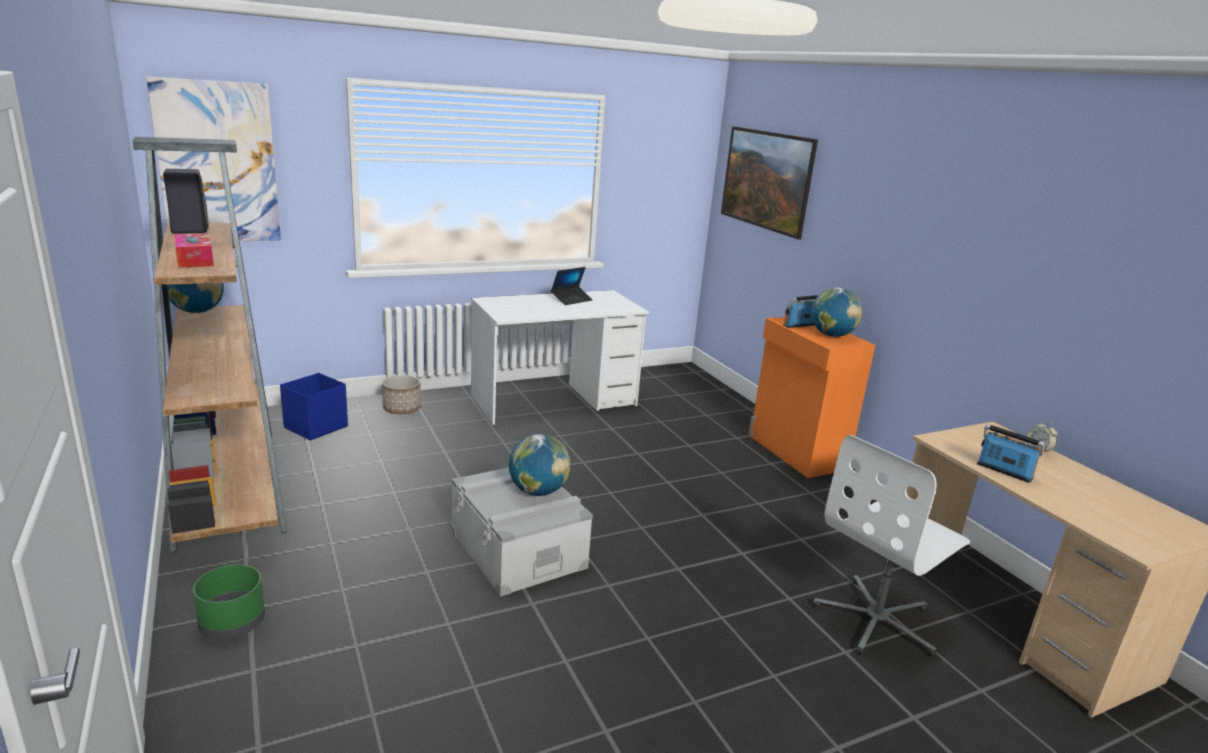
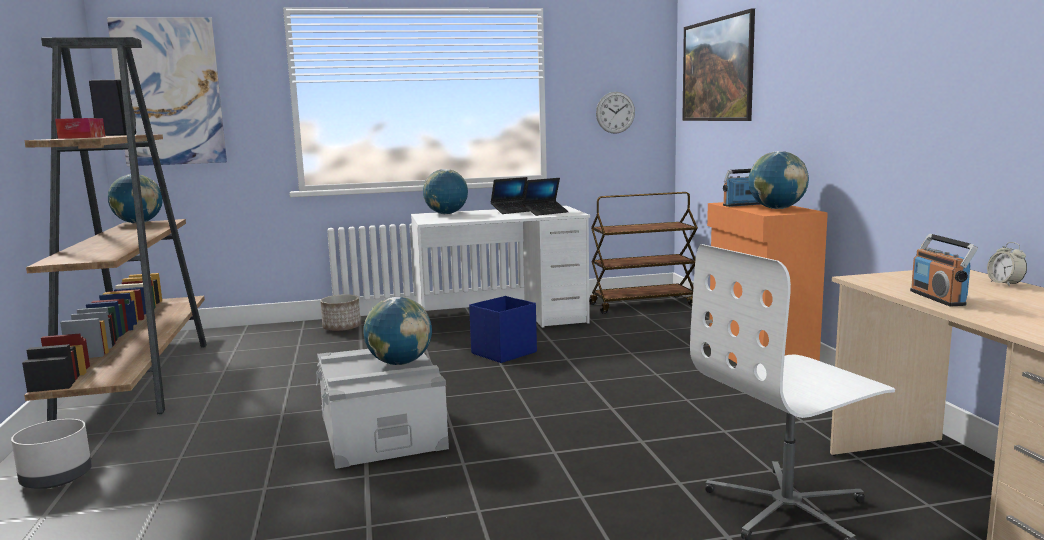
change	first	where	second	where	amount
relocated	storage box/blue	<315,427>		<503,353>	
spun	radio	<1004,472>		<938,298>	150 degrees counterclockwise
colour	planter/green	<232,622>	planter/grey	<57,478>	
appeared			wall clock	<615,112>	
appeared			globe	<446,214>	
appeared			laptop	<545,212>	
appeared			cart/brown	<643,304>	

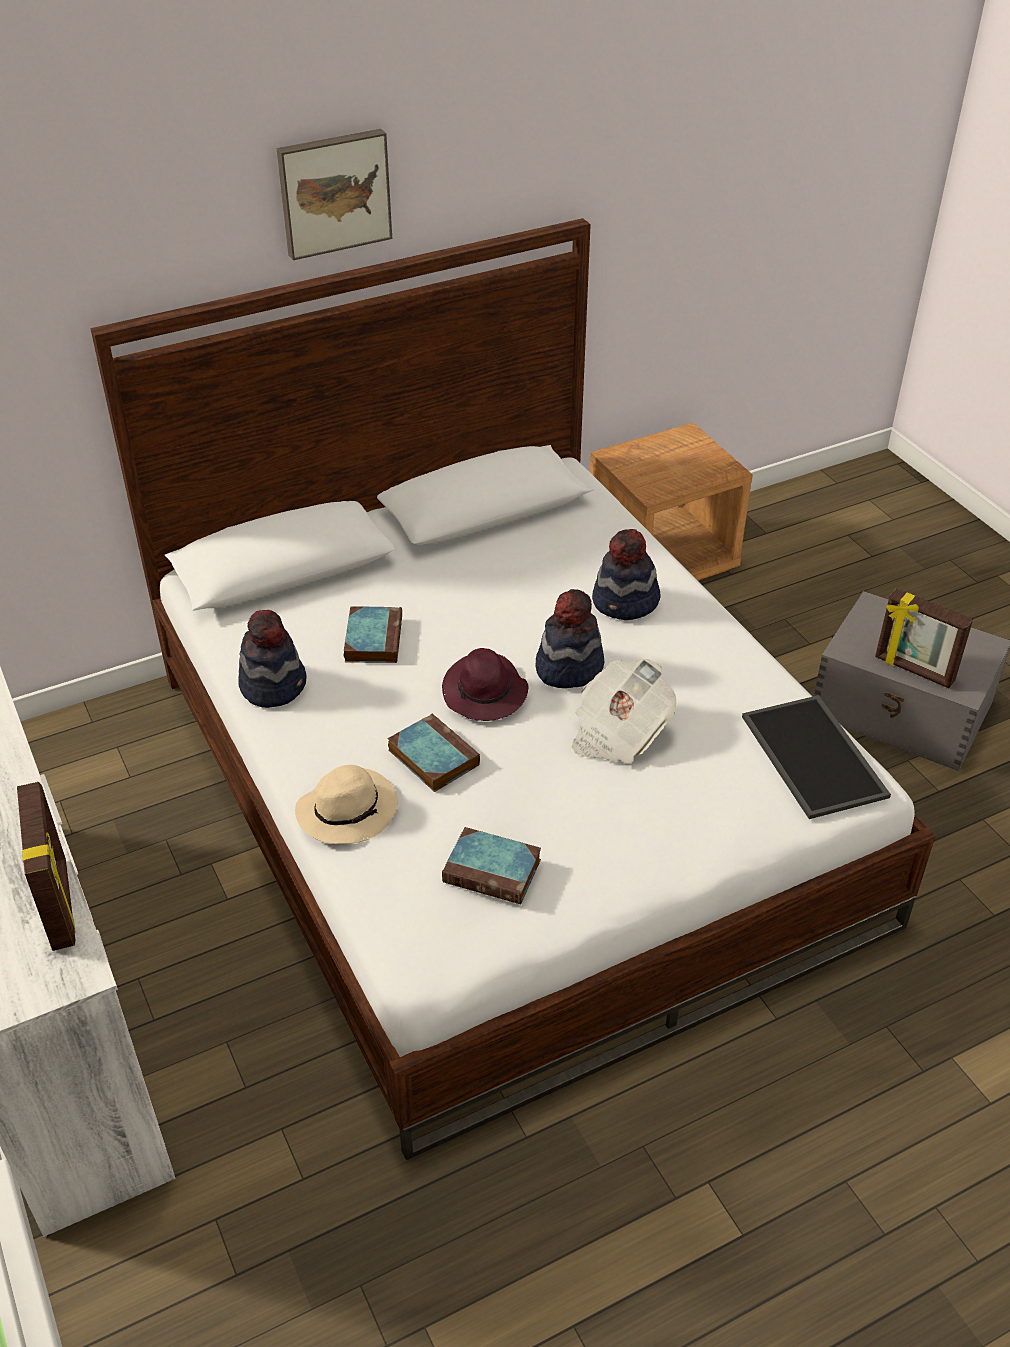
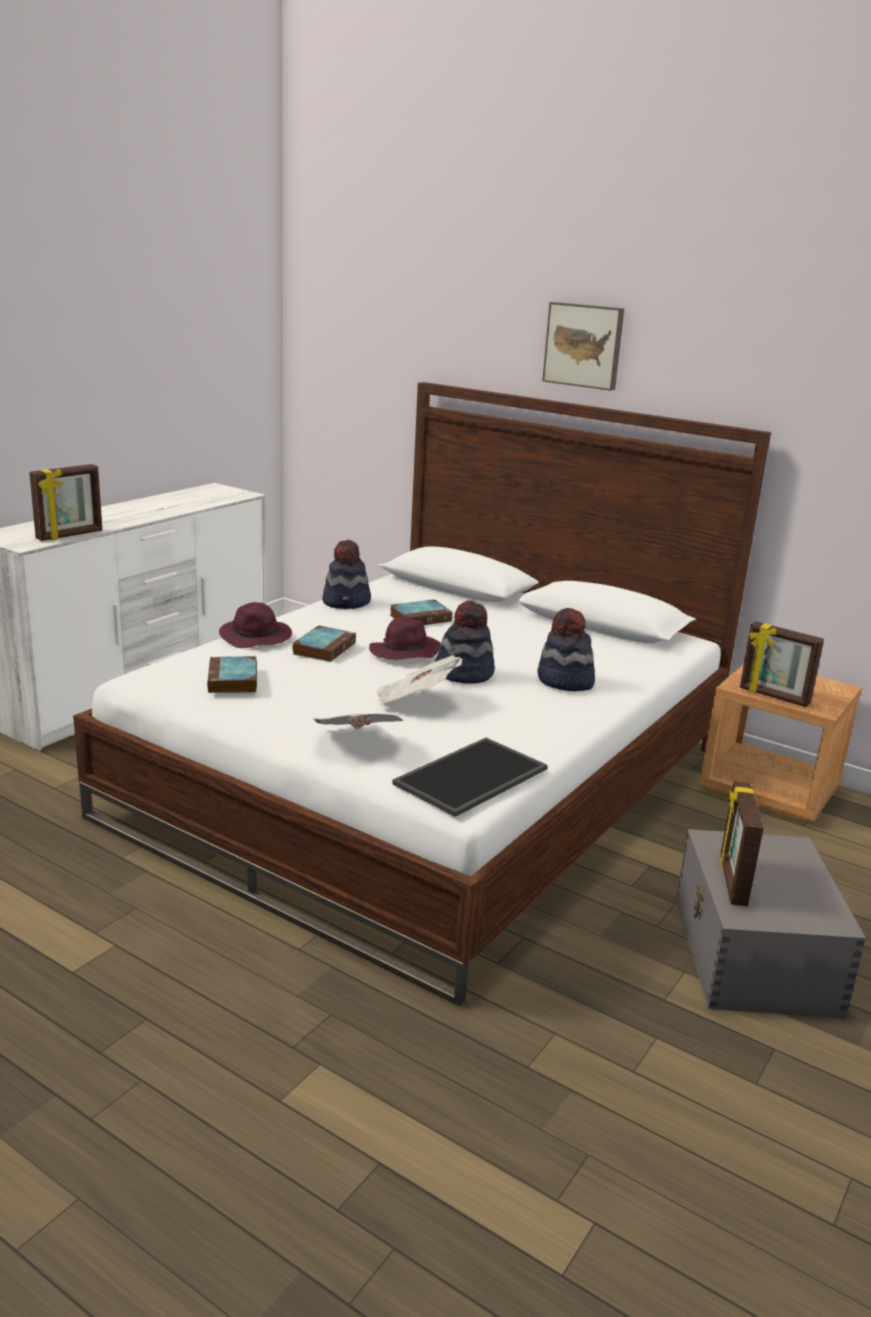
change	first	where	second	where	amount
colour	hat/beige	<348,809>	hat/purple	<256,637>	
appeared			picture frame	<773,696>	
appeared			newspaper	<357,742>	

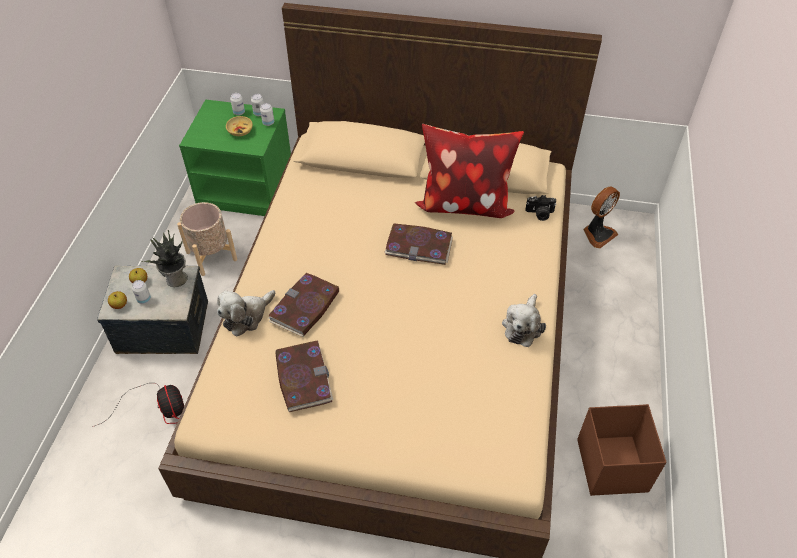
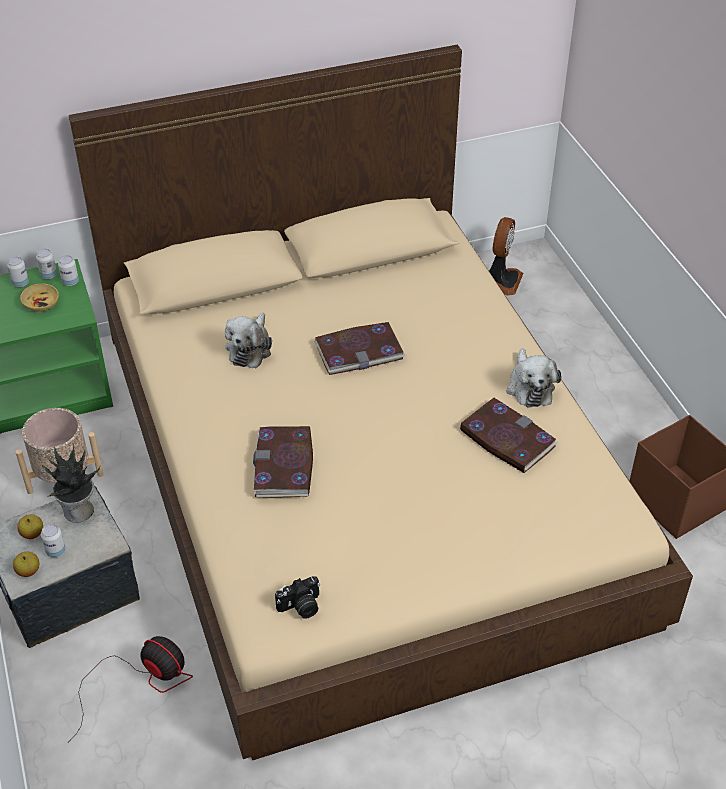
change	first	where	second	where	amount
missing	pillow	<464,203>			
relocated	photo camera	<539,214>		<301,607>	
relocated	plush toy	<246,316>		<250,348>	
relocated	book	<303,377>		<506,438>	

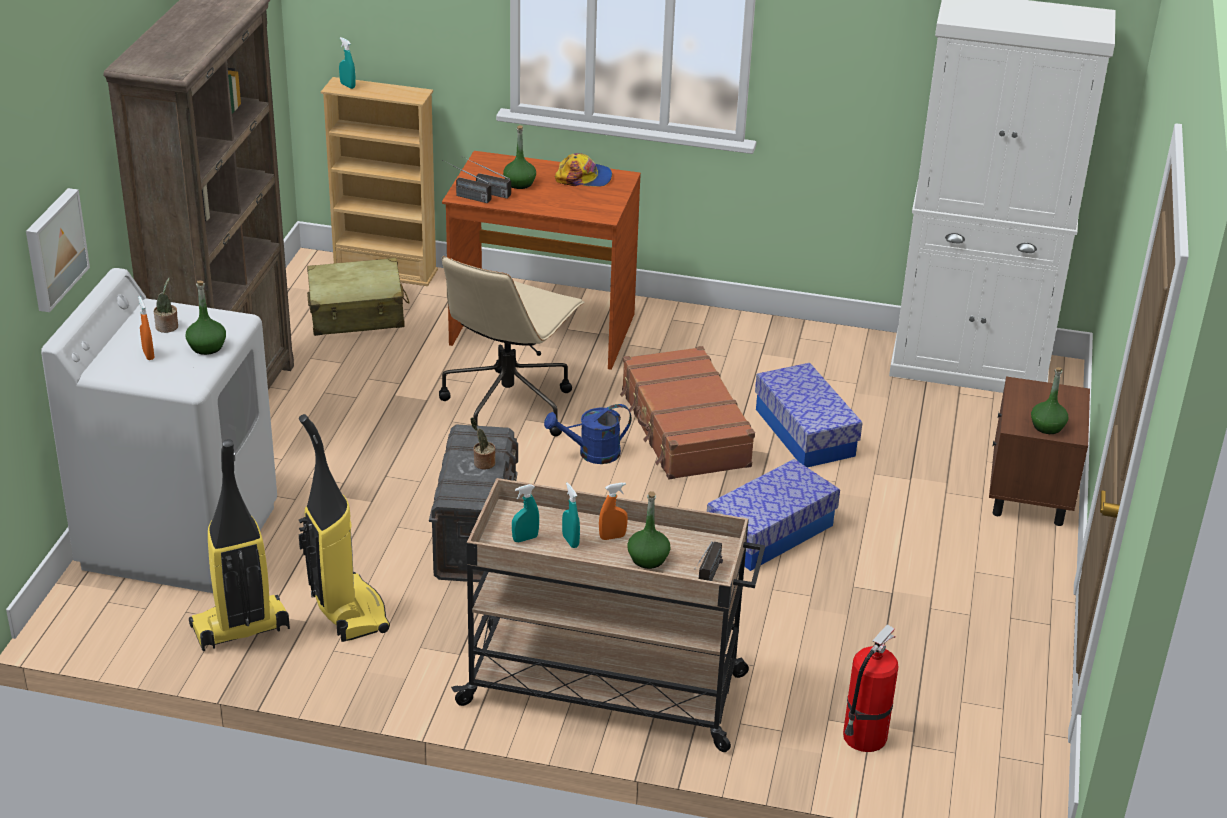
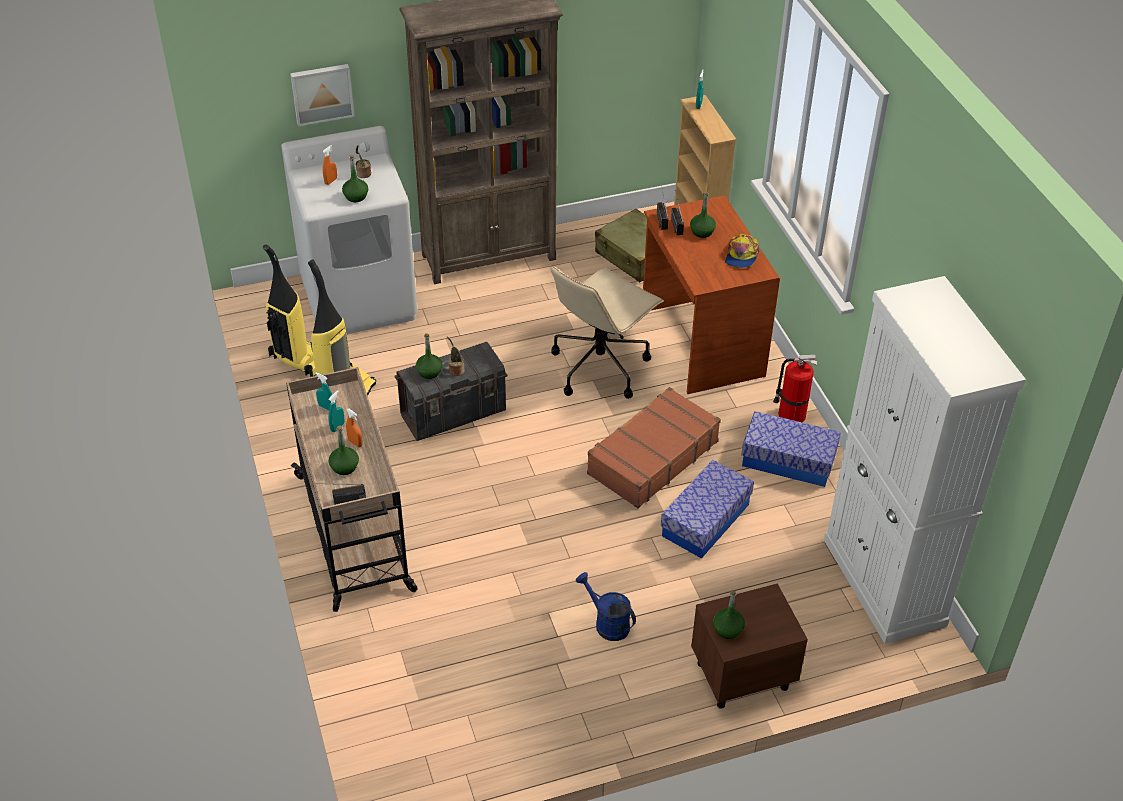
change	first	where	second	where	amount
spun	cap	<584,177>		<741,255>	45 degrees clockwise
spun	office chair/beige	<508,406>		<600,366>	45 degrees counterclockwise
relocated	watering can/blue	<591,454>		<607,623>	
relocated	storage box	<770,532>		<788,460>	
relocated	fire extinguisher	<863,737>		<790,415>	
appeared			bottle/green	<429,372>	

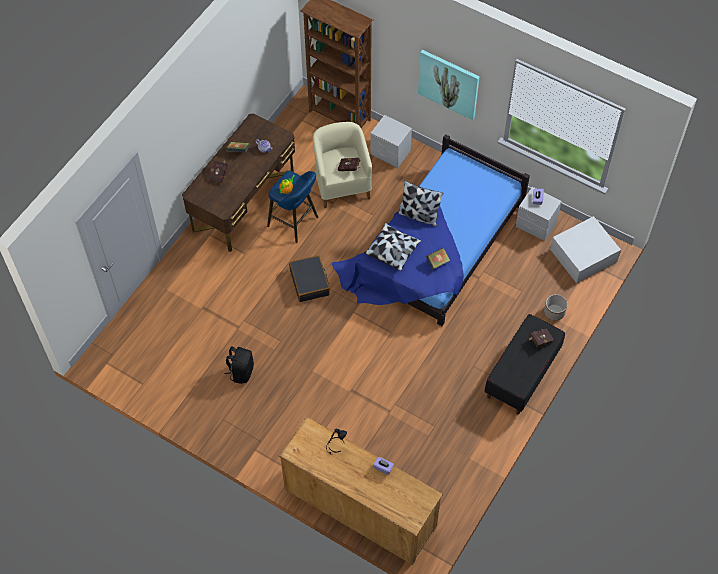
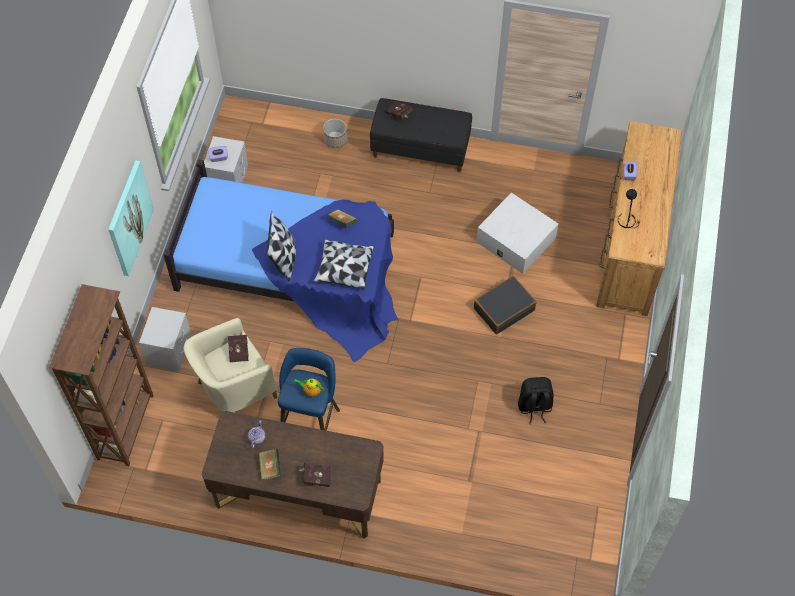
change	first	where	second	where	amount
relocated	storage box/white	<583,255>		<516,240>	
relocated	suitcase/black	<310,282>		<504,309>	

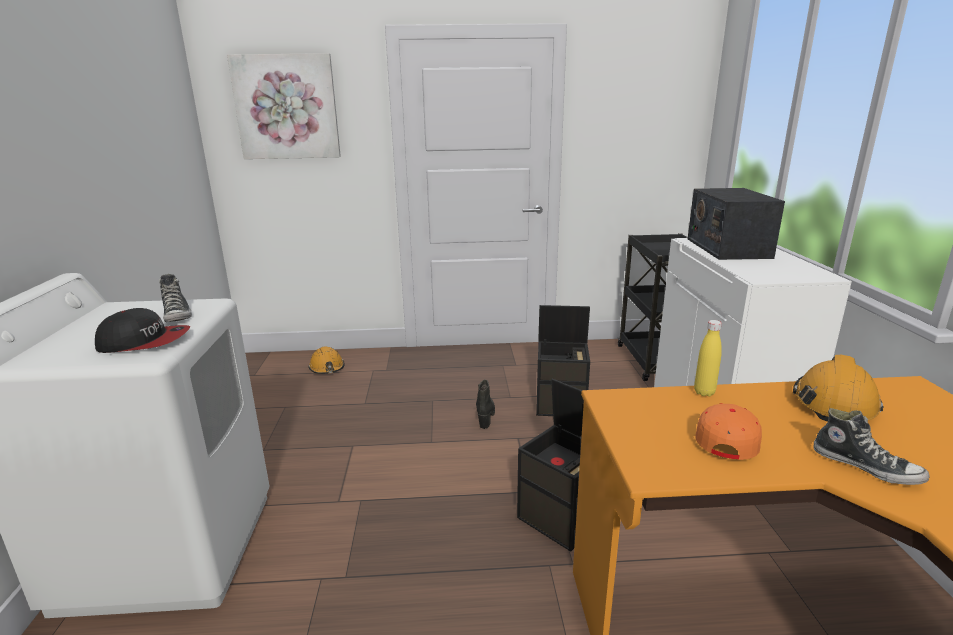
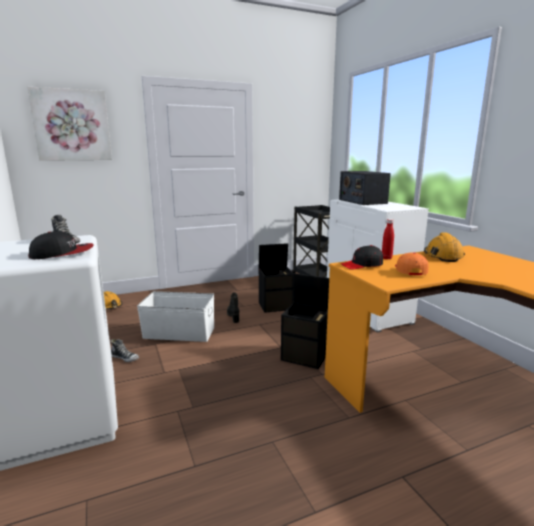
change	first	where	second	where	amount
colour	bottle/yellow	<704,392>	bottle/red	<386,258>	
relocated	shoe	<866,467>		<125,358>	
appeared			cap/black	<362,265>	
appeared			storage box/white	<179,332>	

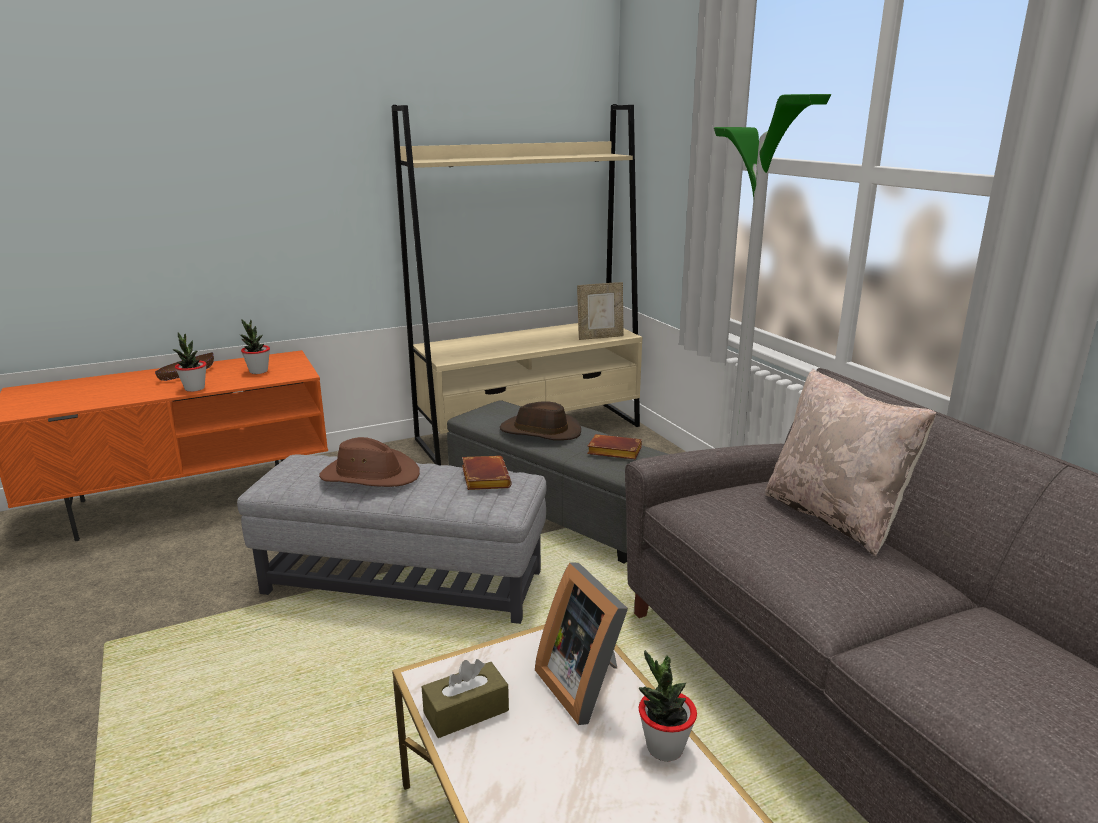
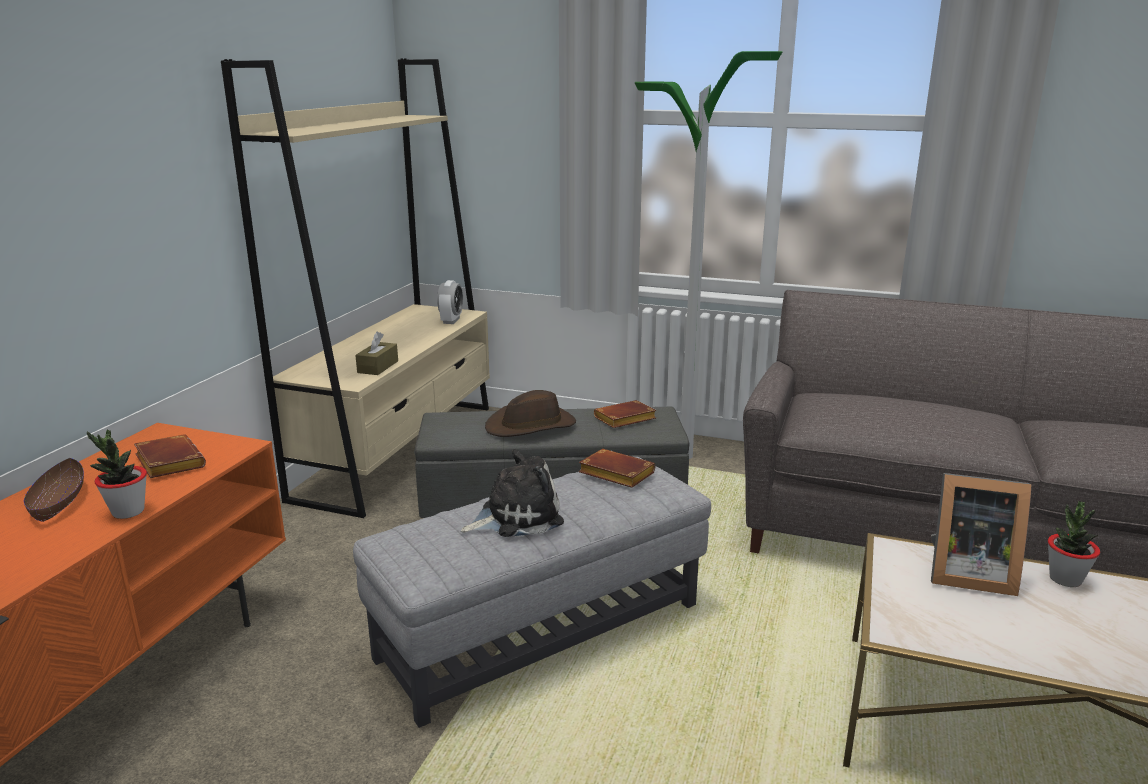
change	first	where	second	where	amount
exchanged	picture frame	<600,337>	alarm clock	<451,320>	
exchanged	potted plant	<258,371>	book/brown	<167,462>	
missing	pillow/beige	<835,517>			
exchanged	hat/brown	<370,475>	plush toy	<516,516>	
relocated	tissue box/brown	<466,711>		<378,367>	

